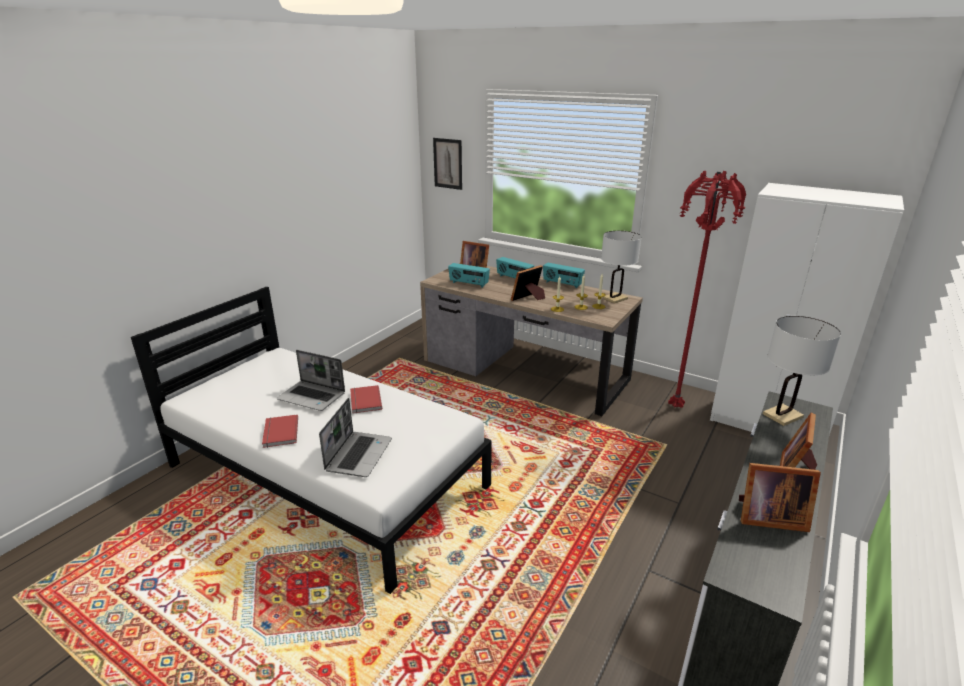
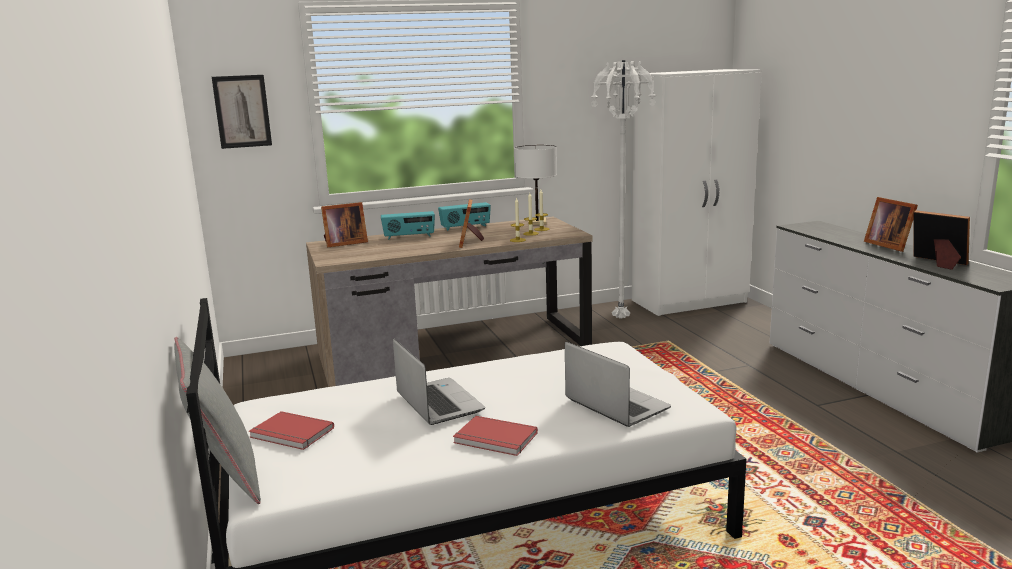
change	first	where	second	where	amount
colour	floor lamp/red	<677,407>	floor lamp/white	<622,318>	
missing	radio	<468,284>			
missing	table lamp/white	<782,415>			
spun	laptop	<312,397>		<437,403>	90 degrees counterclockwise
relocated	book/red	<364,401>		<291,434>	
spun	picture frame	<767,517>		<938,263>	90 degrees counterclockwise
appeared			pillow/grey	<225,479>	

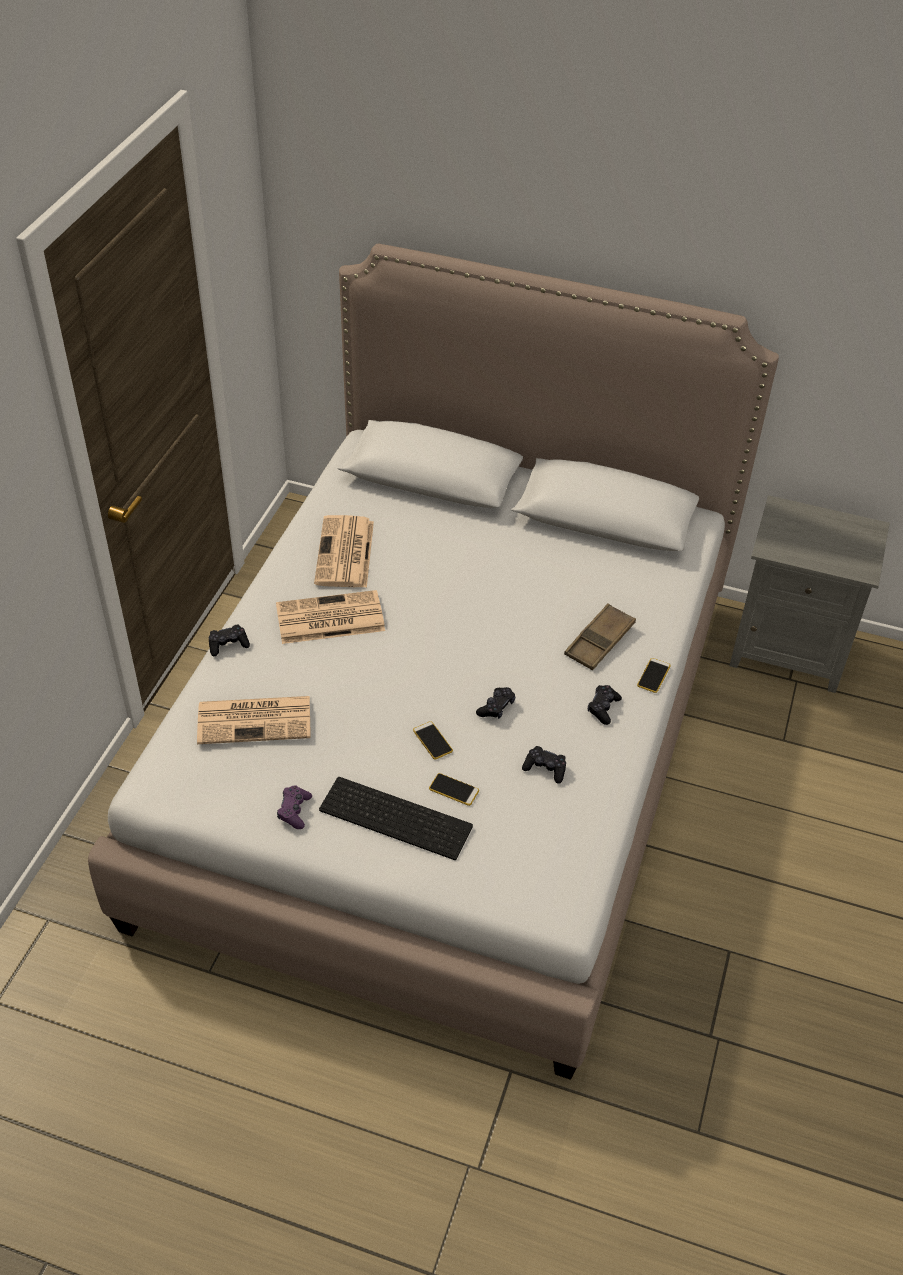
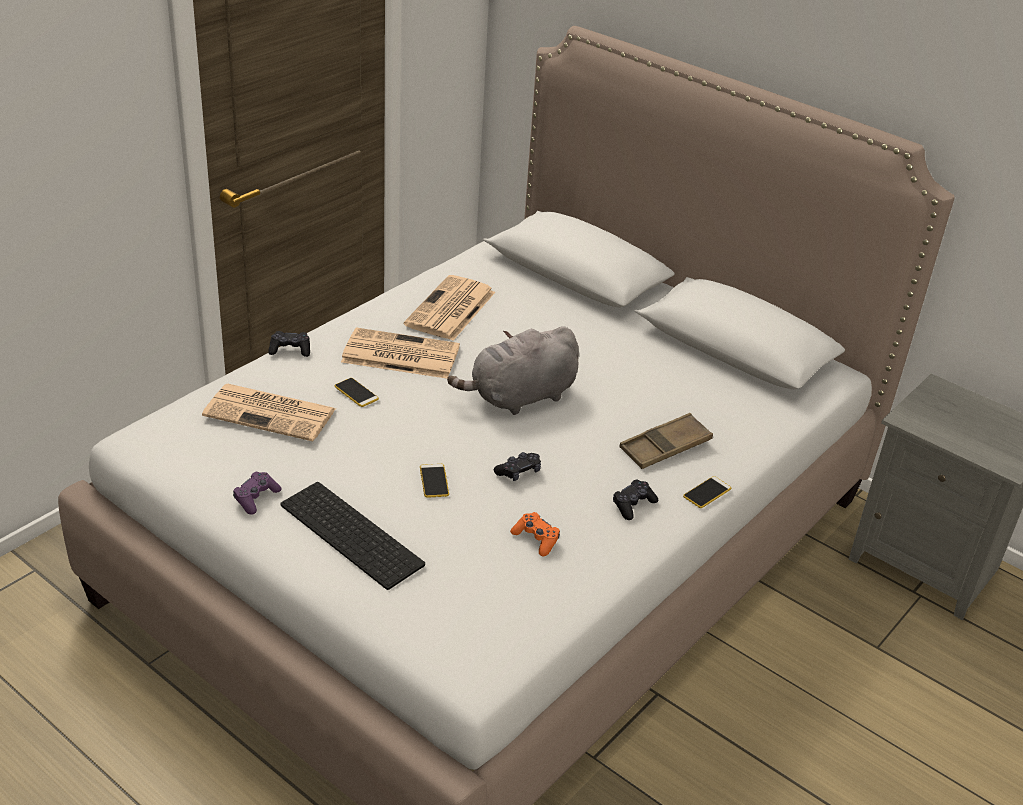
change	first	where	second	where	amount
colour	game controller/black	<545,768>	game controller/orange	<536,539>	
relocated	phone	<454,790>		<356,393>	
appeared			plush toy/grey	<519,397>	

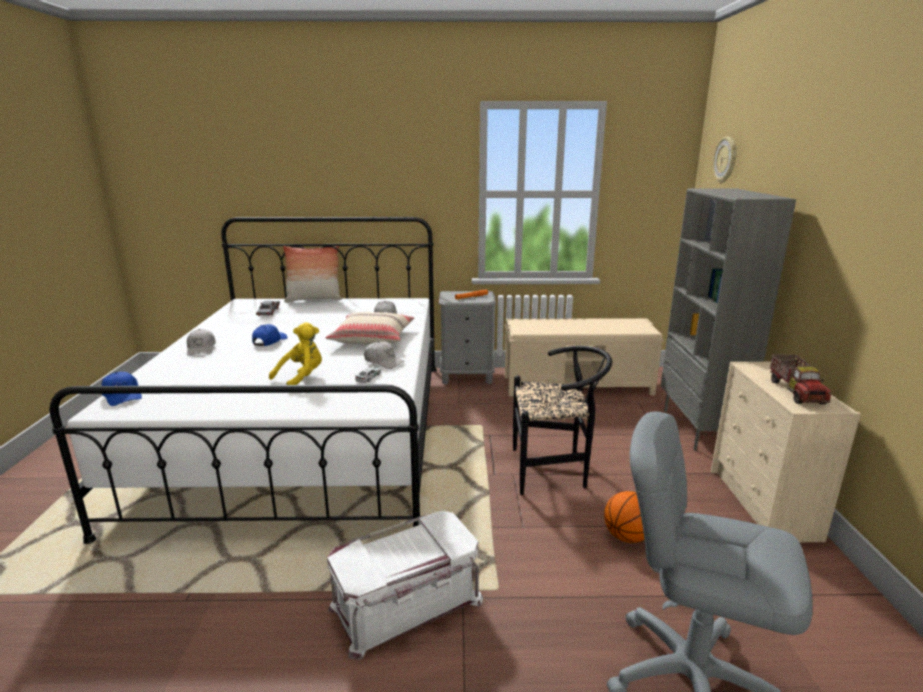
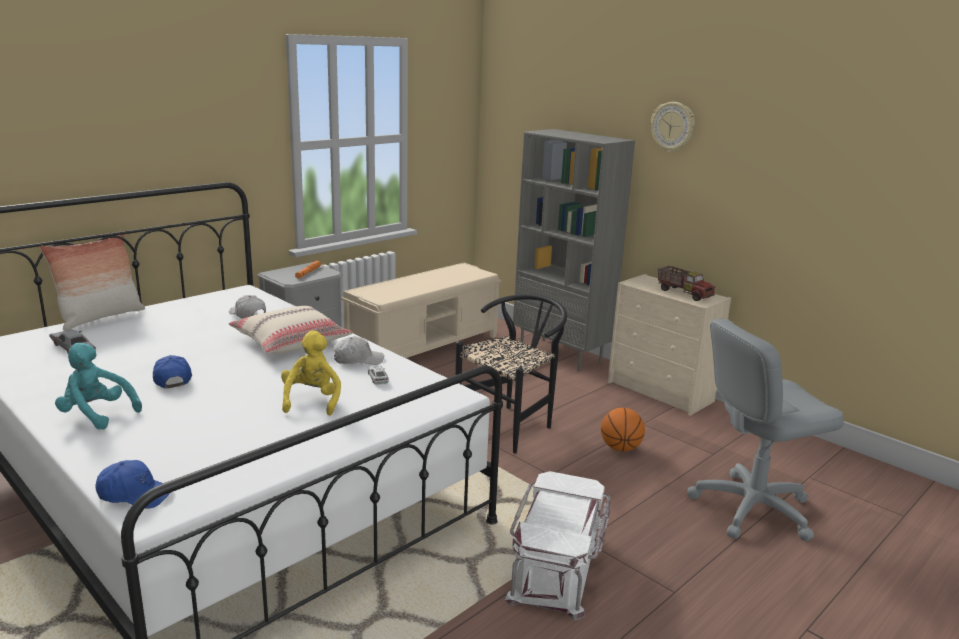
change	first	where	second	where	amount
relocated	wall clock	<726,160>		<672,127>	
exchanged	cap/white	<201,349>	plush toy/turquoise	<96,415>	

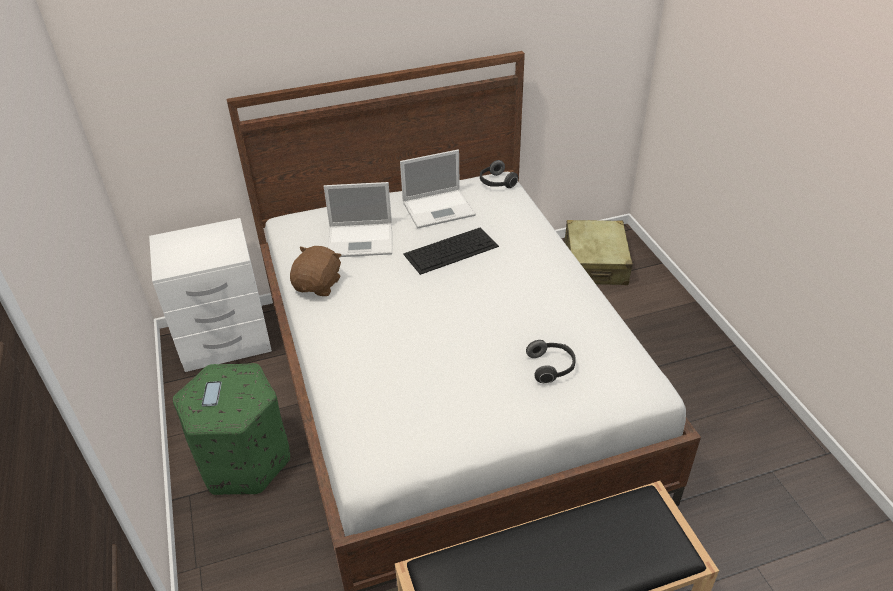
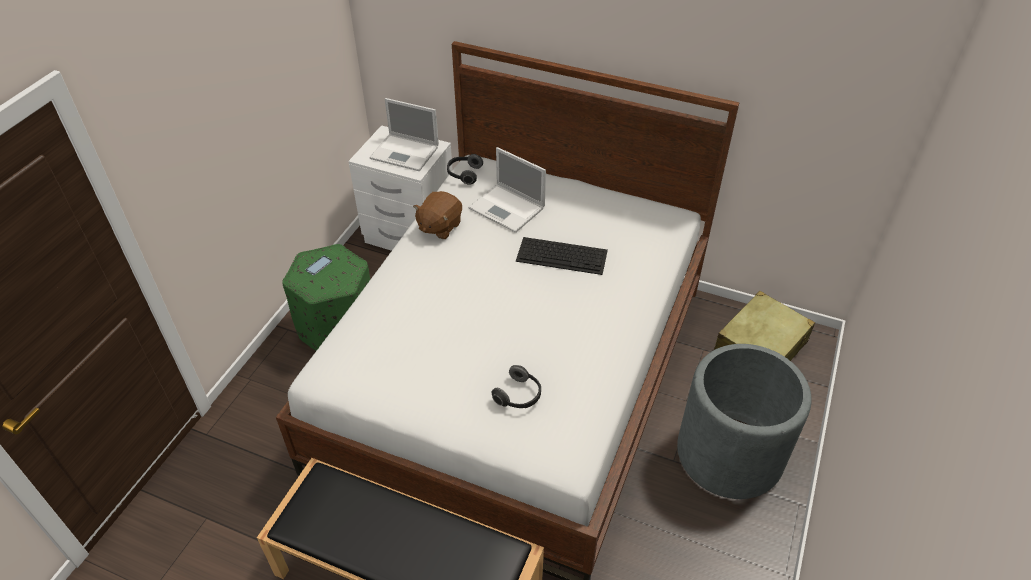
change	first	where	second	where	amount
relocated	laptop	<440,208>		<406,153>	
relocated	headphones	<496,183>		<464,174>	
spun	plush toy/brown	<318,285>		<439,226>	150 degrees clockwise
appeared			planter/grey	<729,454>	

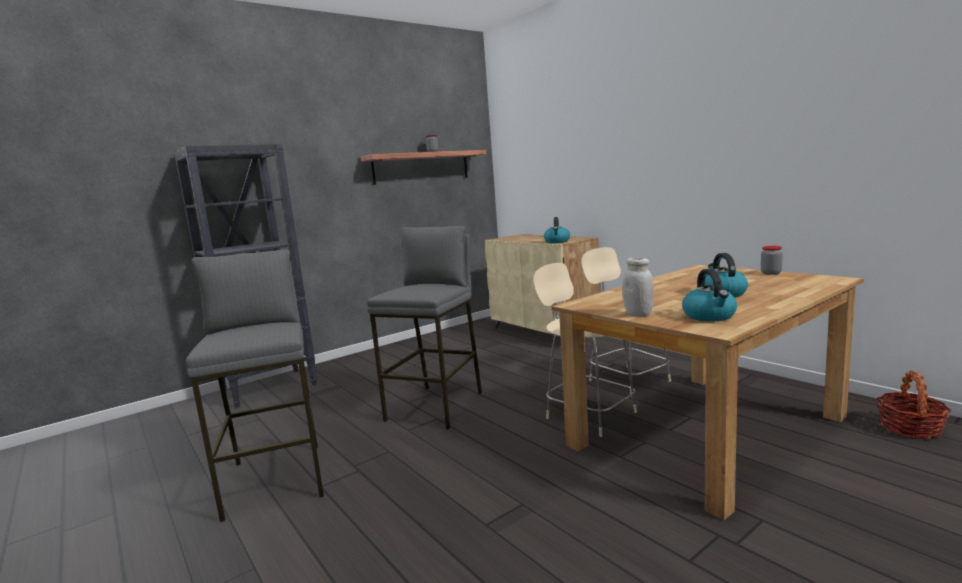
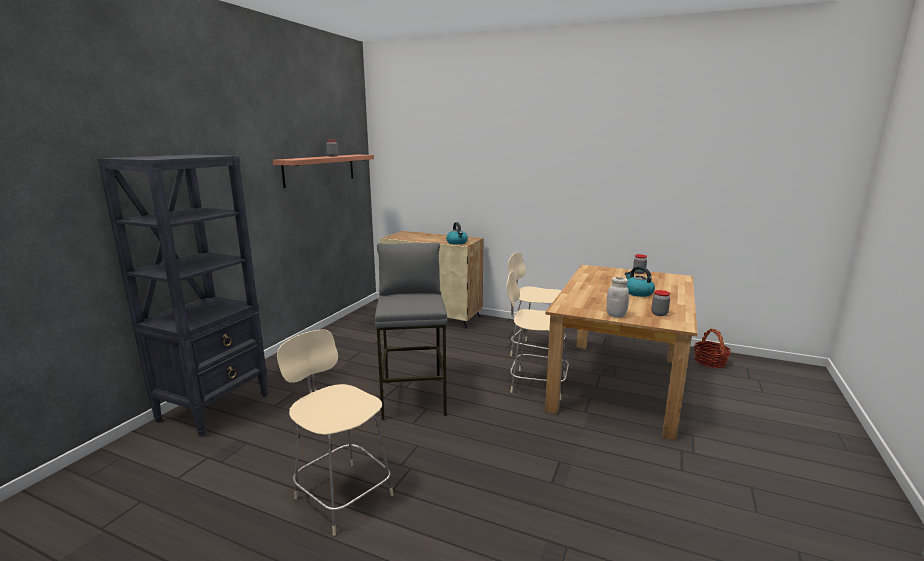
change	first	where	second	where	amount
exchanged	stool/grey	<276,479>	chair/beige	<342,494>	
exchanged	kettle	<709,316>	jar	<659,314>	

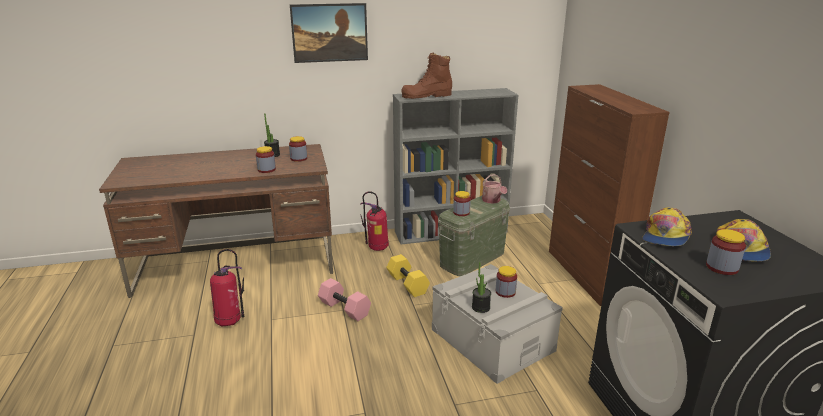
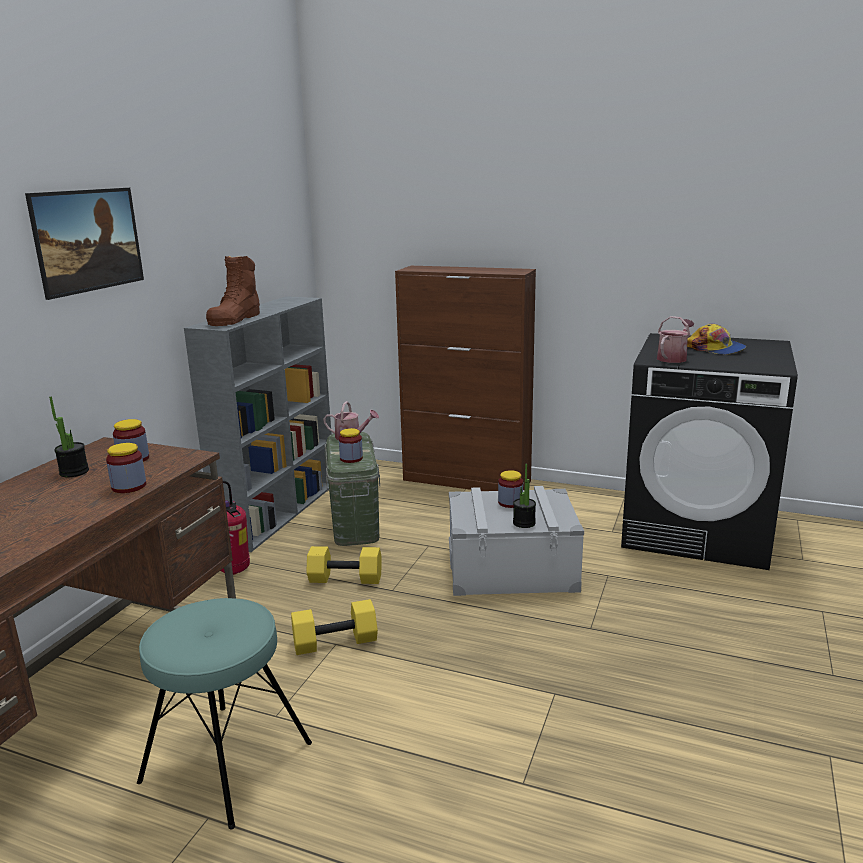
change	first	where	second	where	amount
exchanged	cap	<665,236>	watering can	<673,358>	
missing	jar	<722,267>			
exchanged	fire extinguisher	<230,321>	stool/turquoise	<226,762>	
colour	dumbbell/pink	<345,308>	dumbbell/yellow	<336,641>	

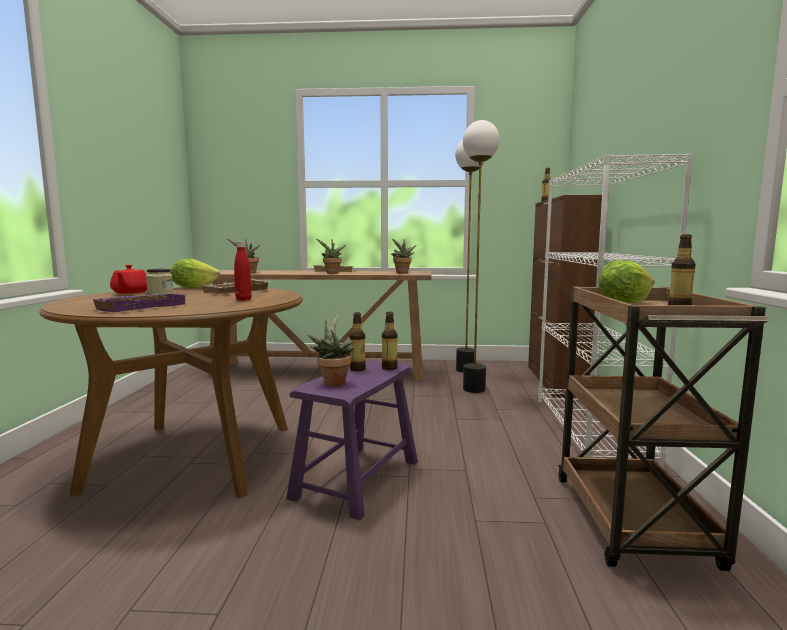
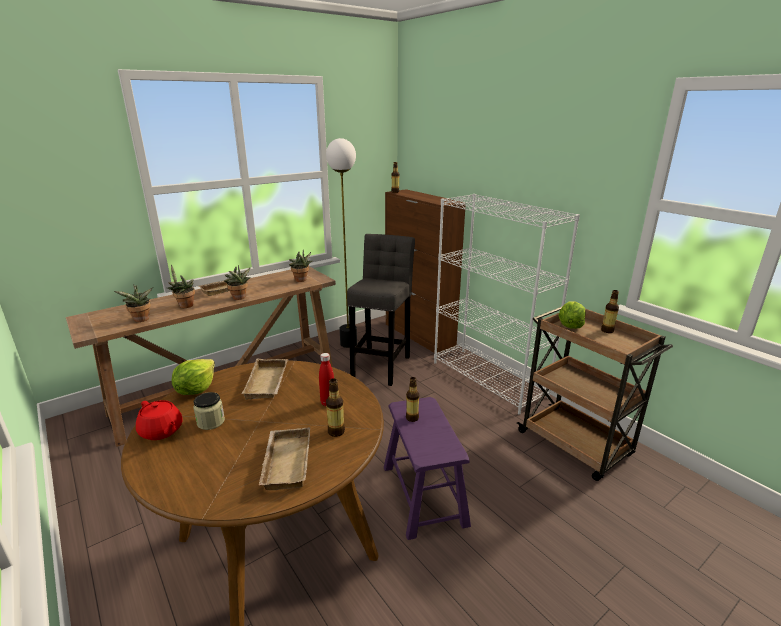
change	first	where	second	where	amount
exchanged	floor lamp	<474,389>	stool/grey	<382,365>	
colour	tray/purple	<141,307>	tray/beige	<285,462>	
relocated	bottle	<389,368>		<336,431>	
relocated	potted plant	<333,382>		<184,305>	

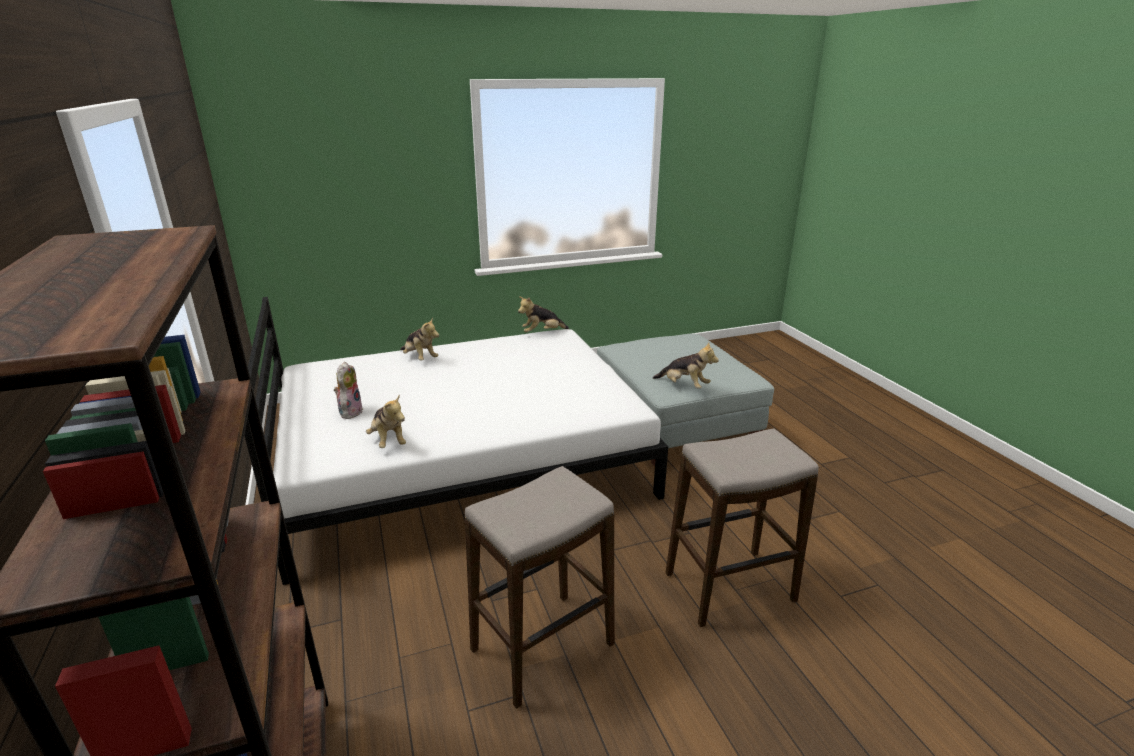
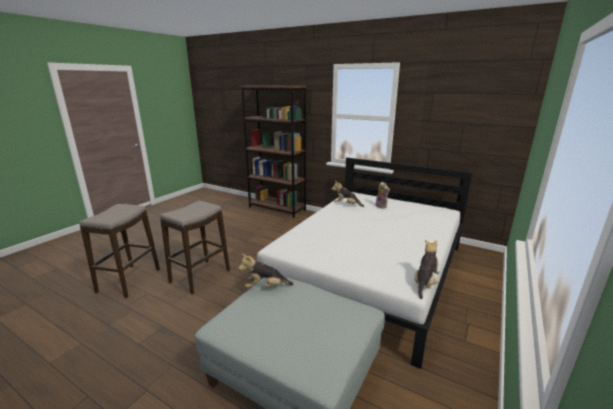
change	first	where	second	where	amount
missing	plush toy	<420,358>			
relocated	stool	<543,647>		<129,281>	

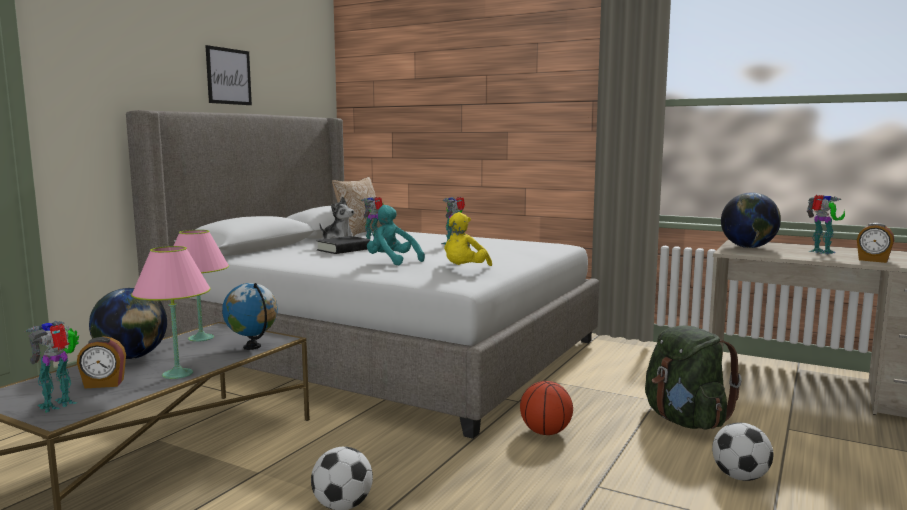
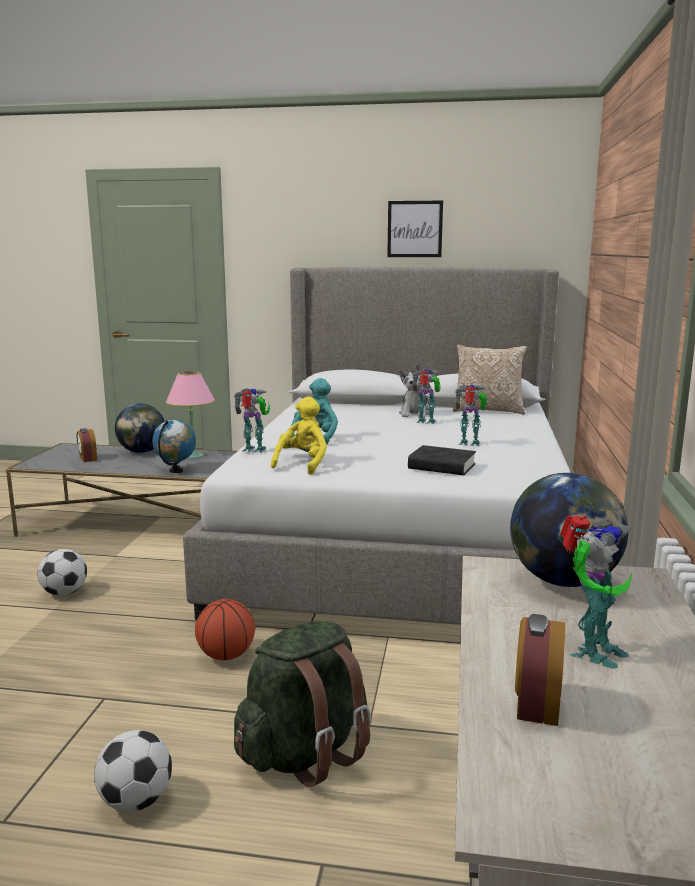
change	first	where	second	where	amount
spun	plush toy/yellow	<464,270>		<303,464>	105 degrees clockwise
relocated	book/black	<344,249>		<441,466>	
missing	table lamp/pink	<178,374>			
relocated	toy robot	<59,405>		<255,450>	

